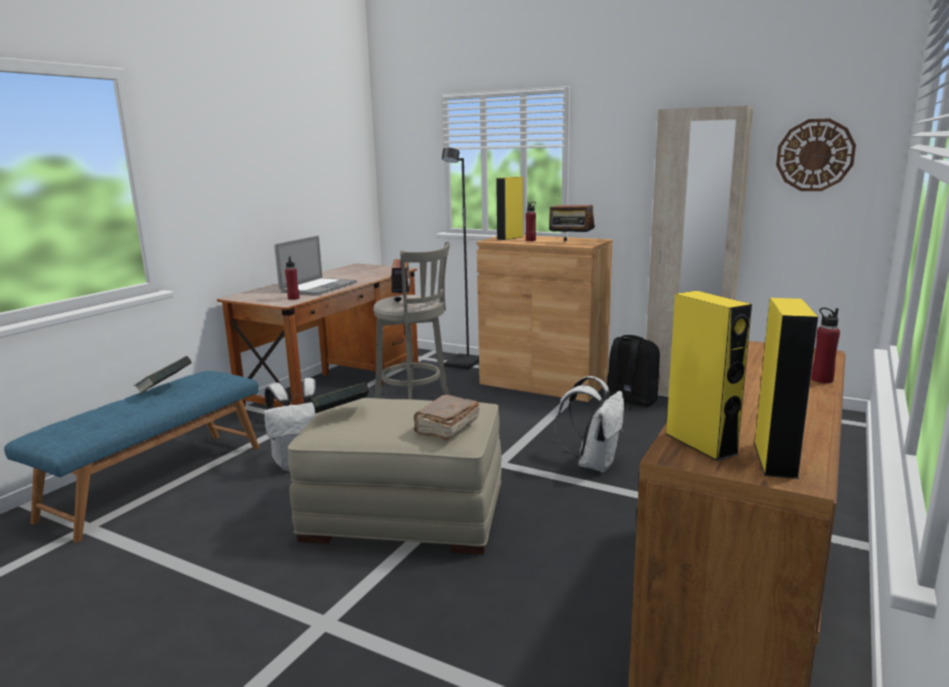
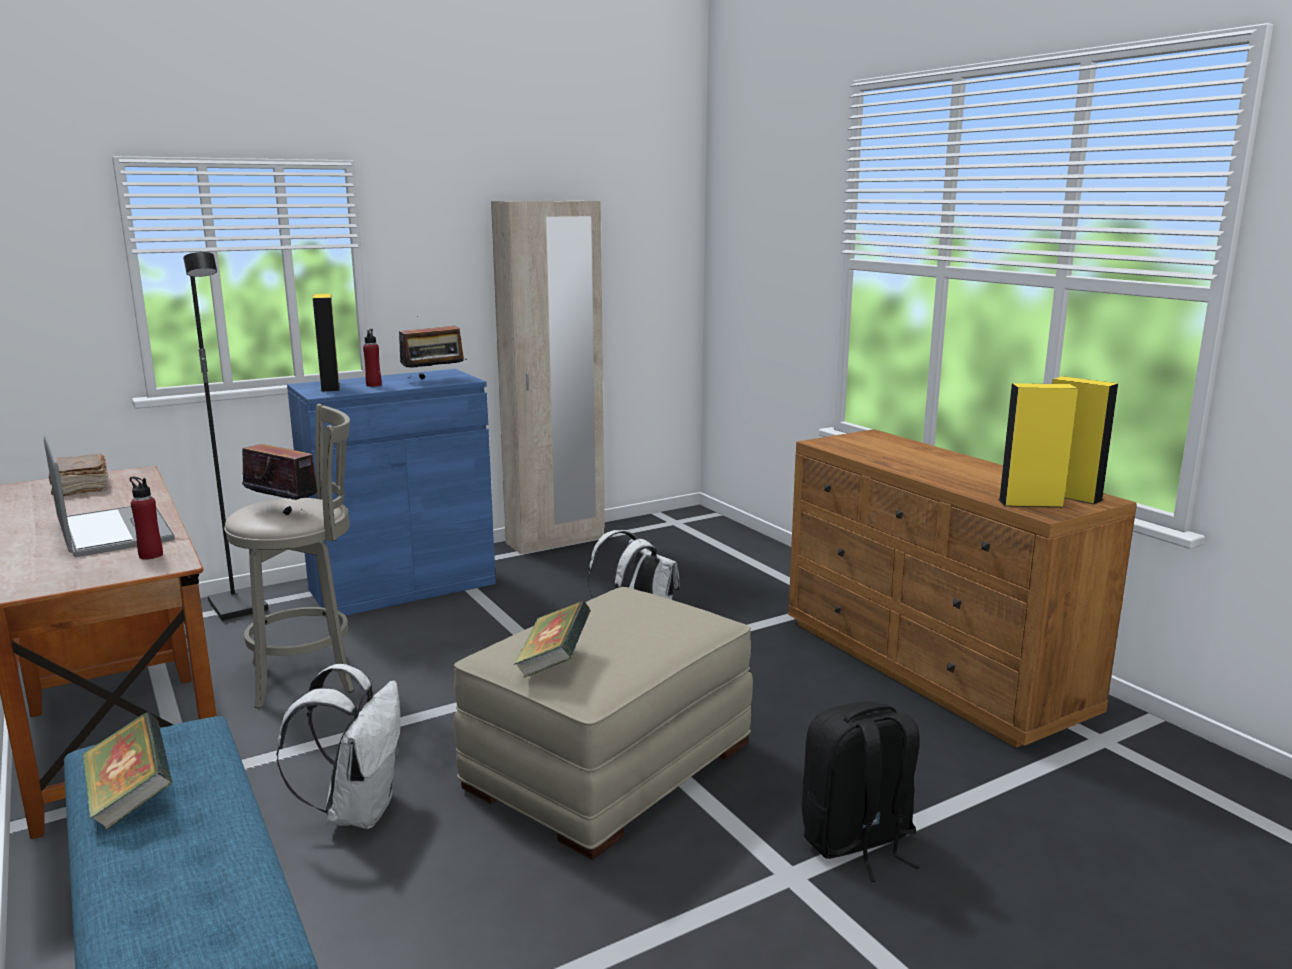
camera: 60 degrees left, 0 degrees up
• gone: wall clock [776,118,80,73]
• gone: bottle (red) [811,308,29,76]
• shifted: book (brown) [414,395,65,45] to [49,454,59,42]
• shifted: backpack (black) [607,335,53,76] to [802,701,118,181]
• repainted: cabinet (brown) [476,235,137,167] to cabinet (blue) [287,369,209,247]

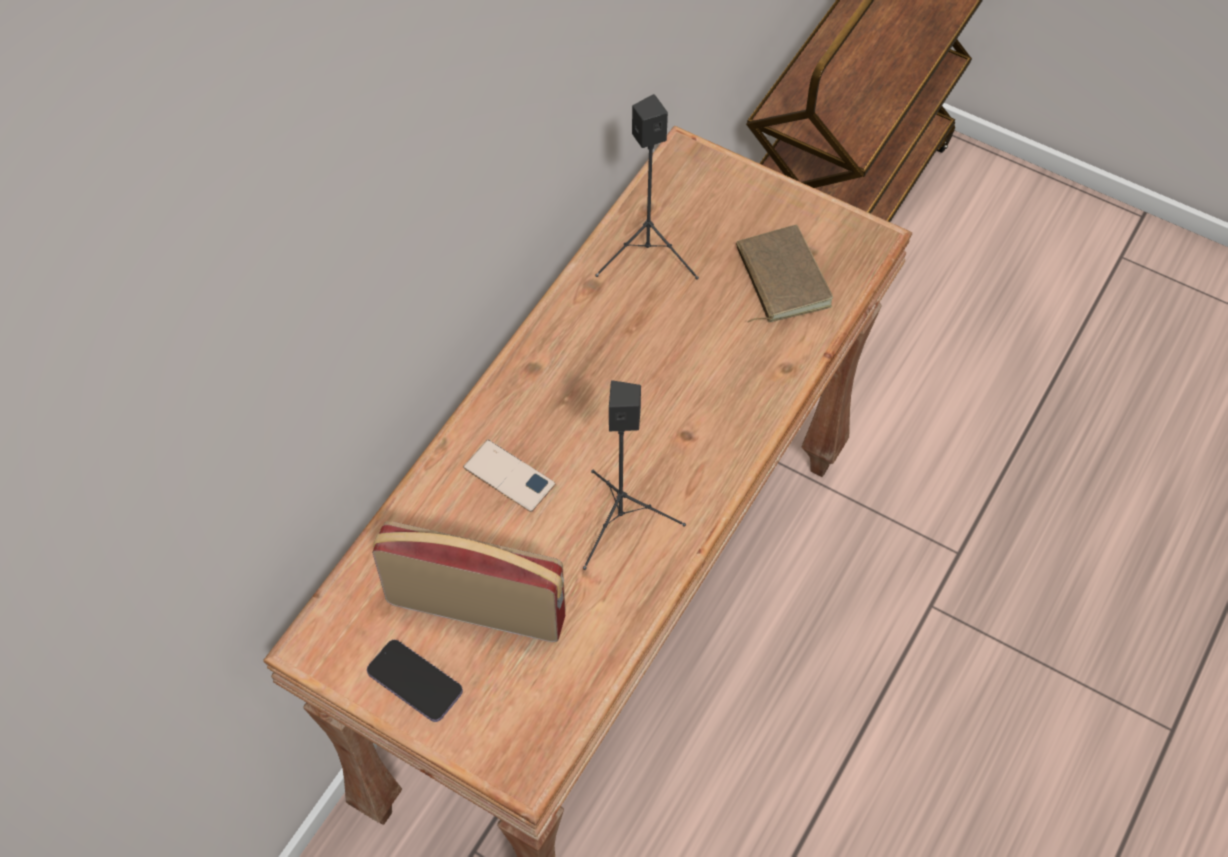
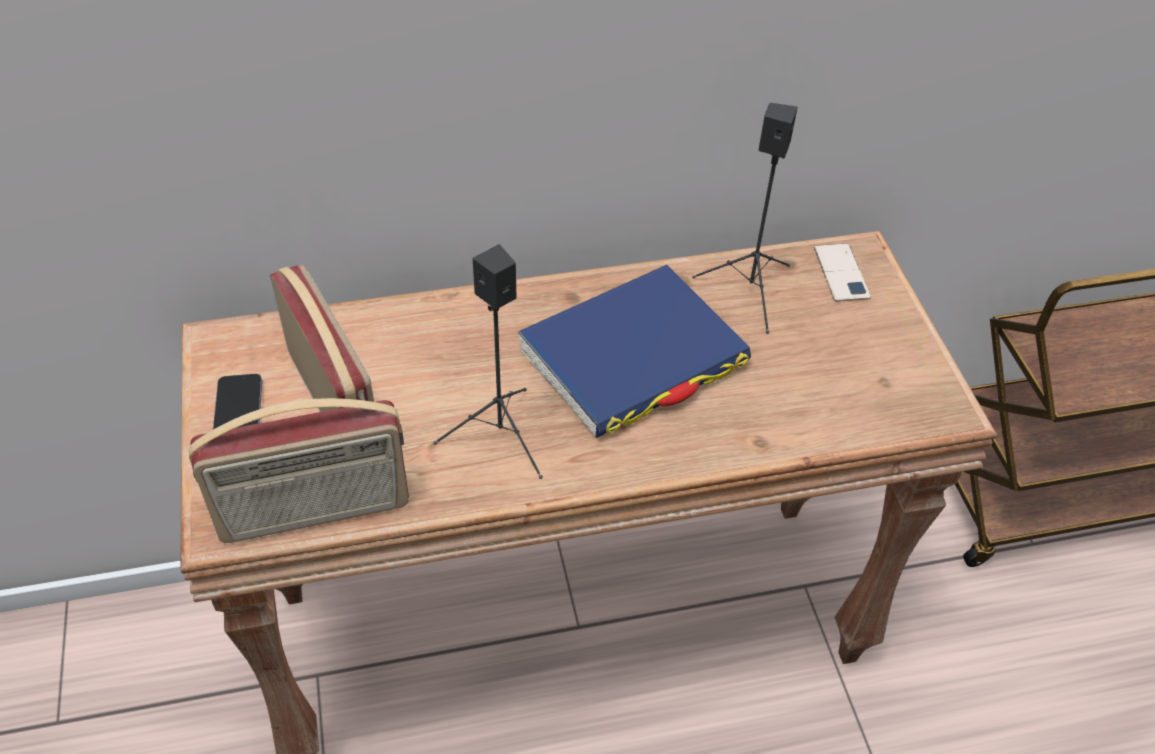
camera: 45 degrees right, 10 degrees down
• gone: book (brown) [736,225,97,98]
• new: radio [189,398,220,145]
• new: book (blue) [518,265,233,173]
• shifted: phone [463,440,93,72] to [814,243,57,59]

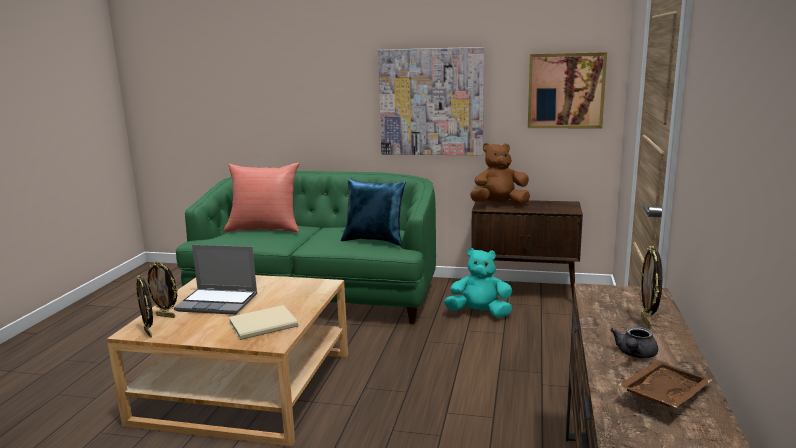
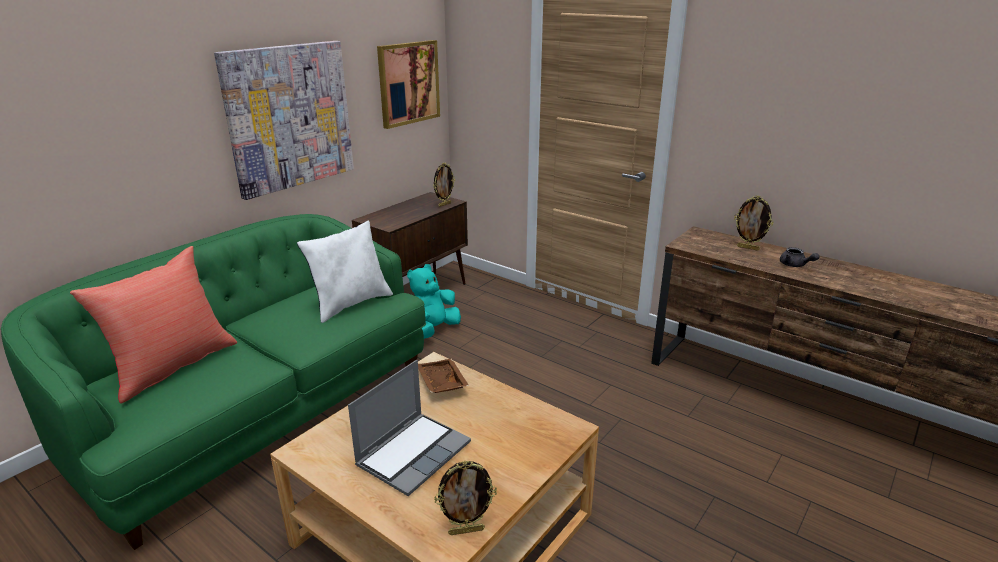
camera: 65 degrees left, 10 degrees up
• gone: book (beige) [229,305,69,35]
• gone: plush toy (brown) [470,143,60,61]
• shifted: picture frame [146,261,32,57] to [433,163,22,44]
• shifted: tray (brown) [618,360,94,48] to [418,359,51,34]
• repainted: pillow (blue) [341,179,65,67] to pillow (white) [297,221,96,102]

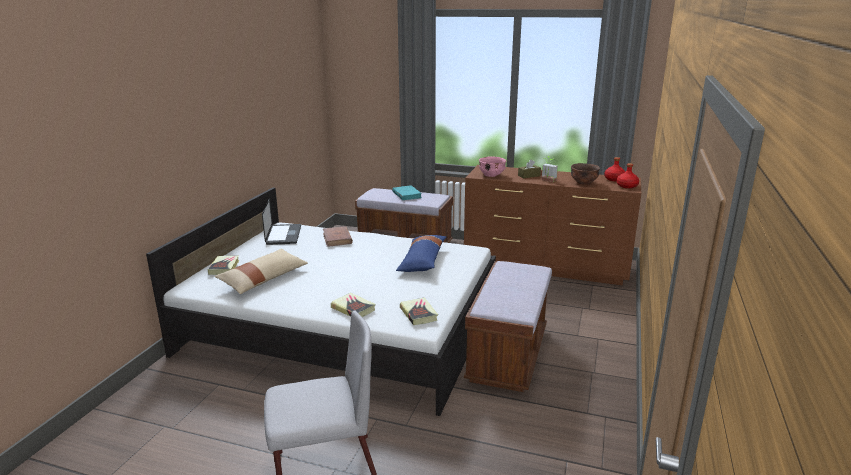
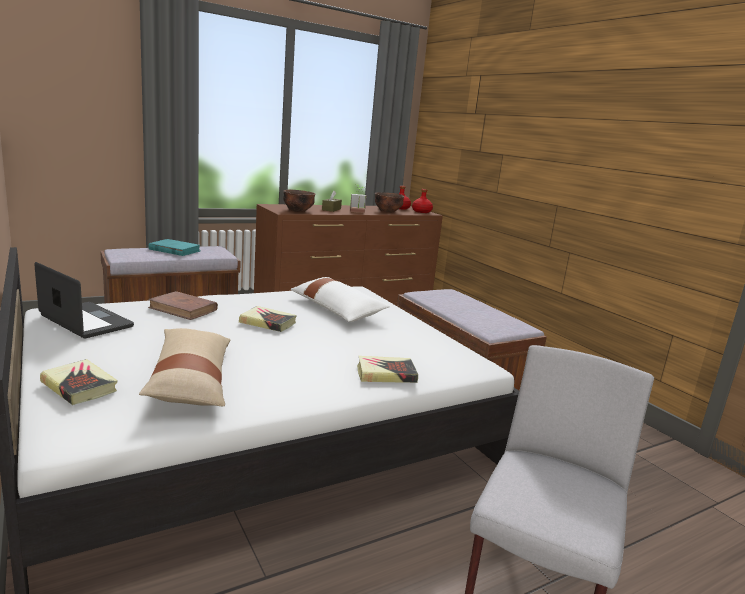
camera: 50 degrees left, 5 degrees down
• shifted: book [400,297,38,28] to [239,306,58,26]
• repainted: pillow (blue) [396,235,50,37] to pillow (white) [291,277,99,45]
• repainted: bowl (pink) [479,156,27,21] to bowl (brown) [283,190,32,22]

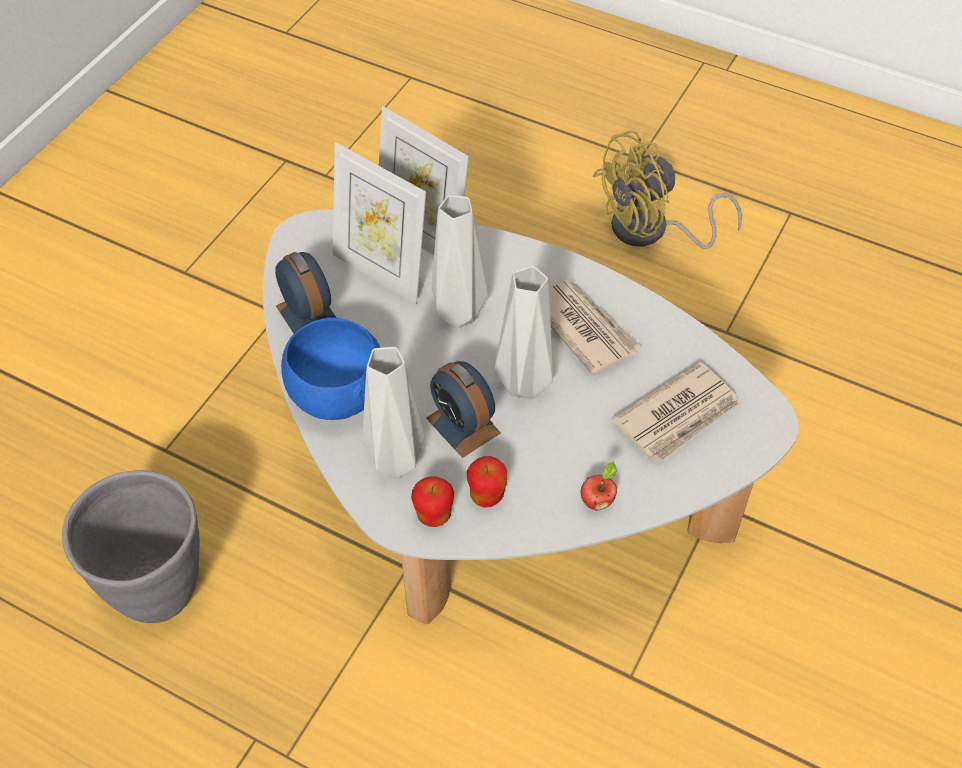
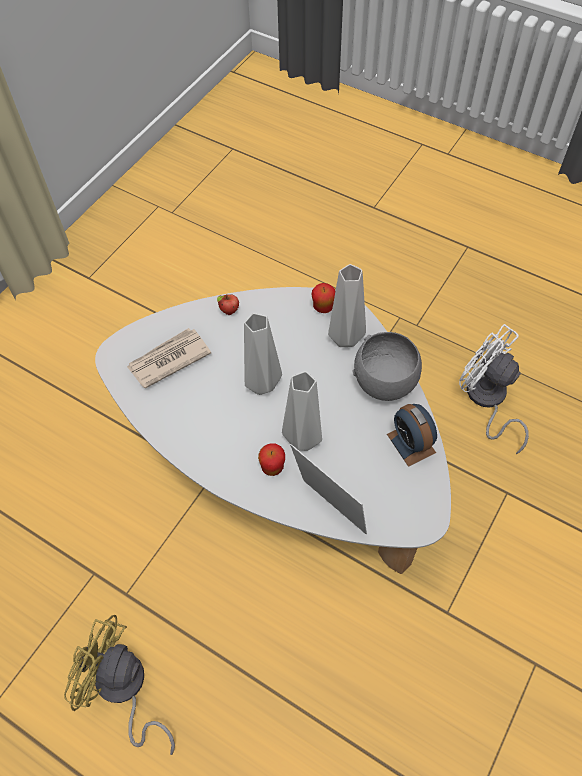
camera: 175 degrees left, 5 degrees up
• gone: picture frame [333,142,93,162]
• gone: alarm clock [426,361,75,97]
• gone: newspaper [549,280,93,96]
• shifted: apple [467,456,40,52] to [258,443,27,33]
• swapped: planter (grey) [62,470,138,153] to fan (white) [459,324,70,130]
• repainted: bowl (blue) [281,318,99,102] to bowl (grey) [353,332,69,69]
• rotated: fan (yellow) [593,130,149,119] = [64,615,111,140] 135 degrees counterclockwise

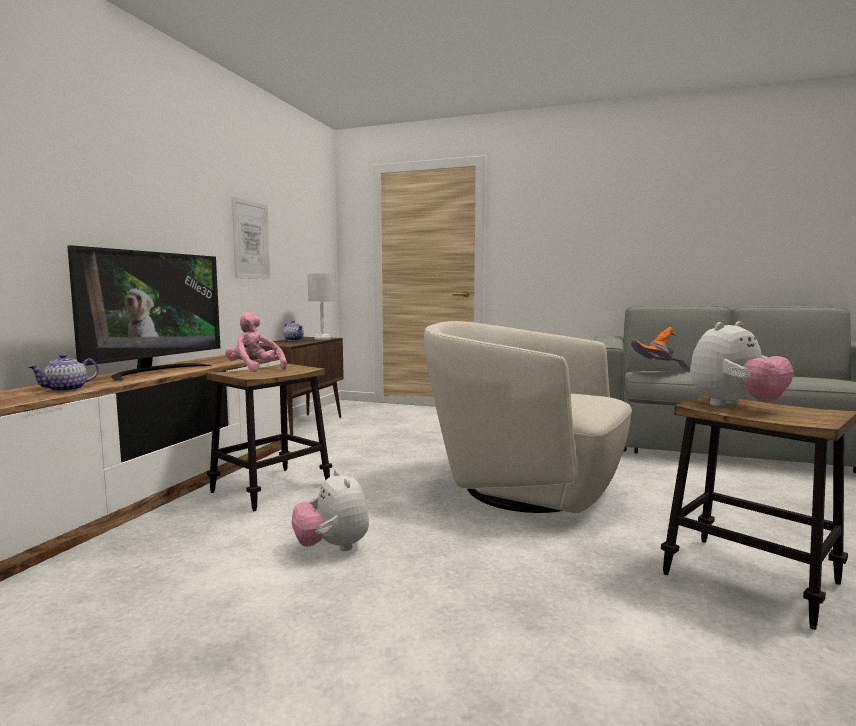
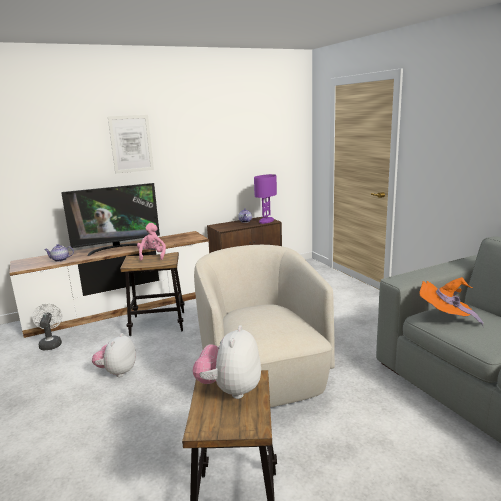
camera: 45 degrees right, 10 degrees up
• new: fan (white) [32,303,31,47]
• shifted: picture [231,197,39,82] to [108,115,46,59]
• repainted: table lamp (white) [308,274,27,66] to table lamp (purple) [254,174,23,50]
• rotated: plush toy [690,321,104,86] = [192,325,69,74] 90 degrees clockwise

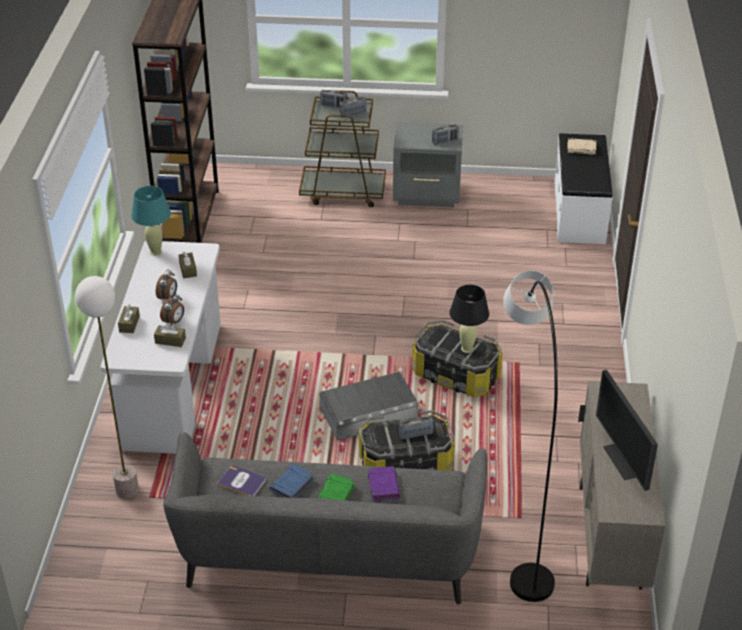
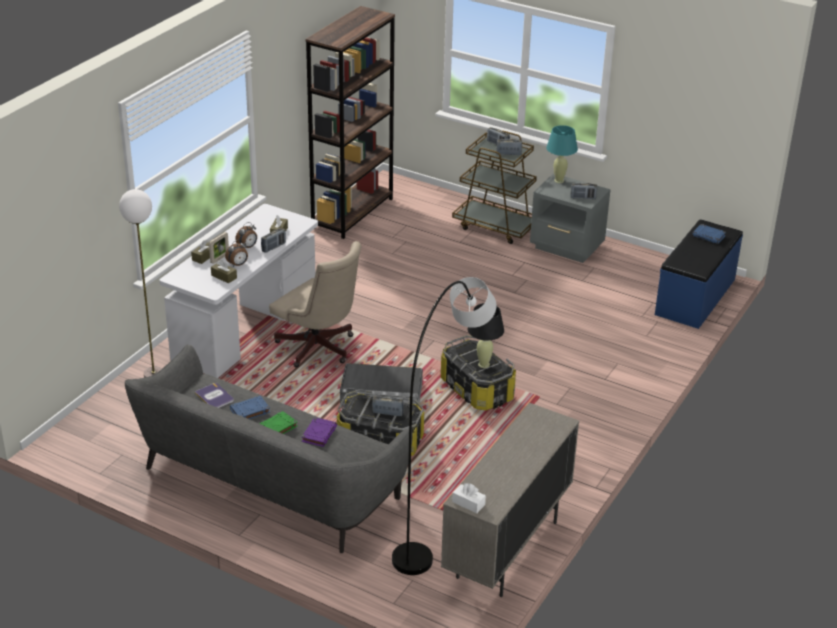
camera: 25 degrees right, 5 degrees down
• gone: monitor [596,370,62,121]
• new: picture frame [209,232,20,32]
• new: radio [261,228,25,25]
• new: office chair (beige) [269,241,93,126]
• new: tissue box (white) [452,483,34,30]
• shifted: table lamp (turquoise) [131,186,40,70] to [546,125,32,58]
• repainted: bench (white) [554,133,59,111] to bench (blue) [655,219,88,110]
• repainted: book (beige) [567,138,29,17] to book (blue) [692,224,34,20]

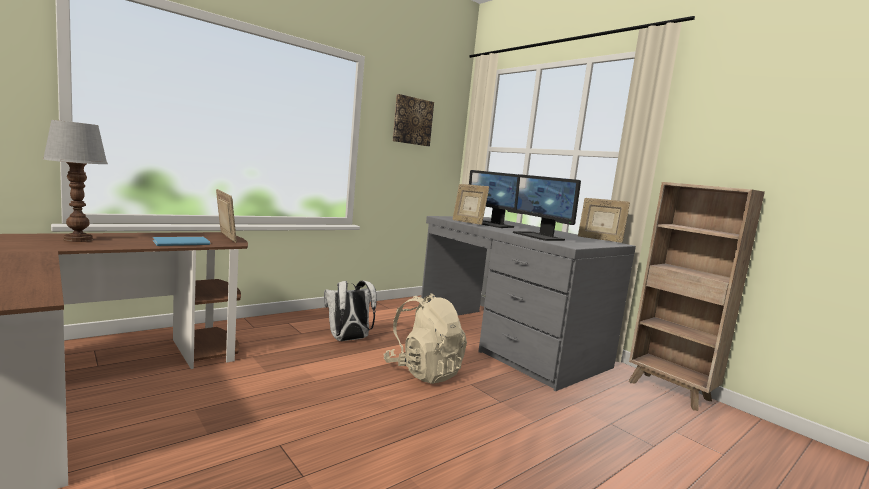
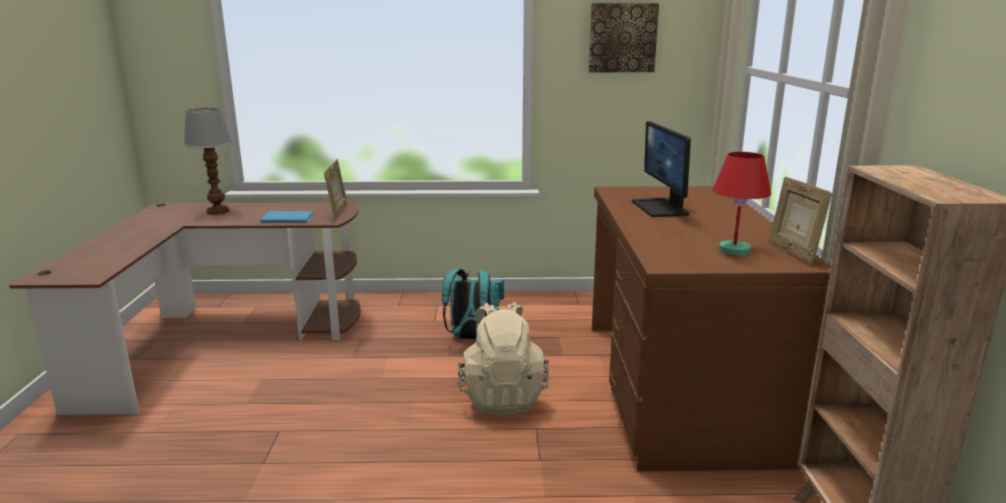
camera: 40 degrees right, 10 degrees up
• gone: picture frame [453,184,36,41]
• gone: monitor [513,174,68,67]
• new: table lamp (red) [712,152,59,103]
• repainted: backpack (white) [324,280,53,61] to backpack (turquoise) [442,269,62,71]
• repainted: desk (grey) [421,216,215,176] to desk (brown) [592,186,239,285]

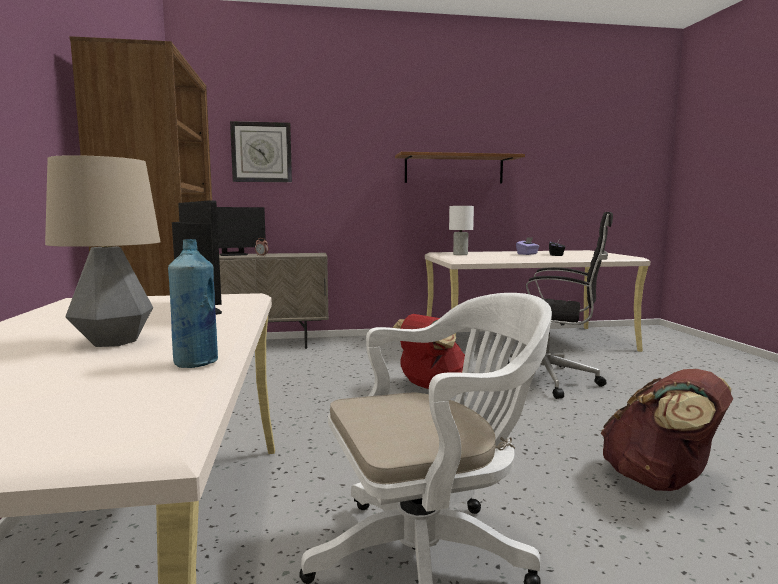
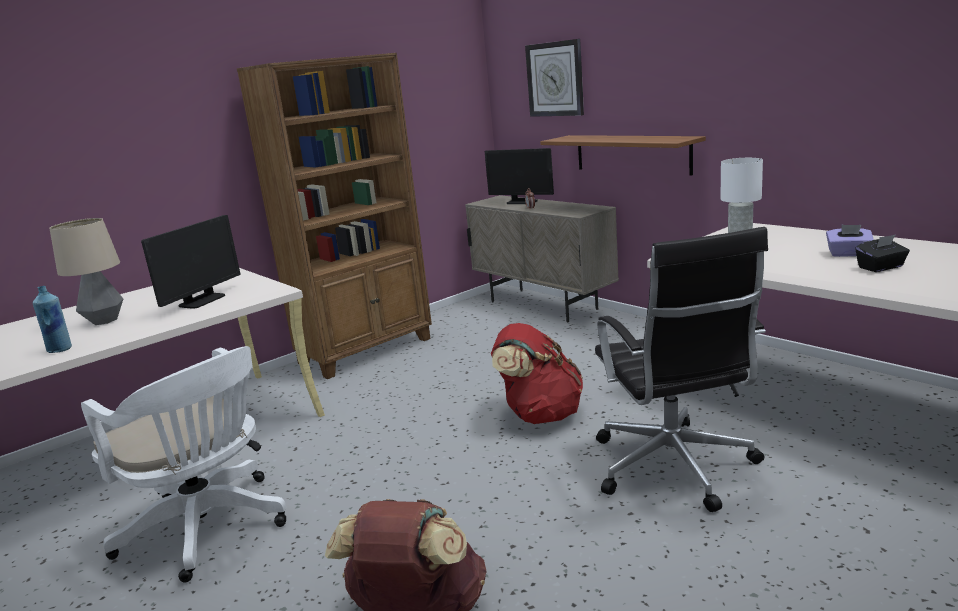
camera: 60 degrees right, 10 degrees up
• shifted: shelf [395,152,130,32] to [540,135,166,41]

